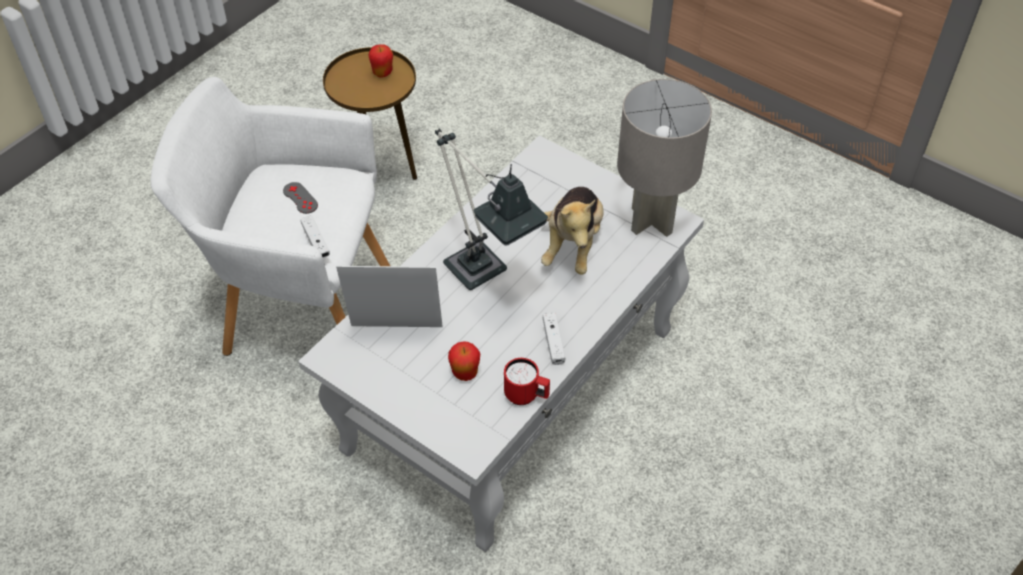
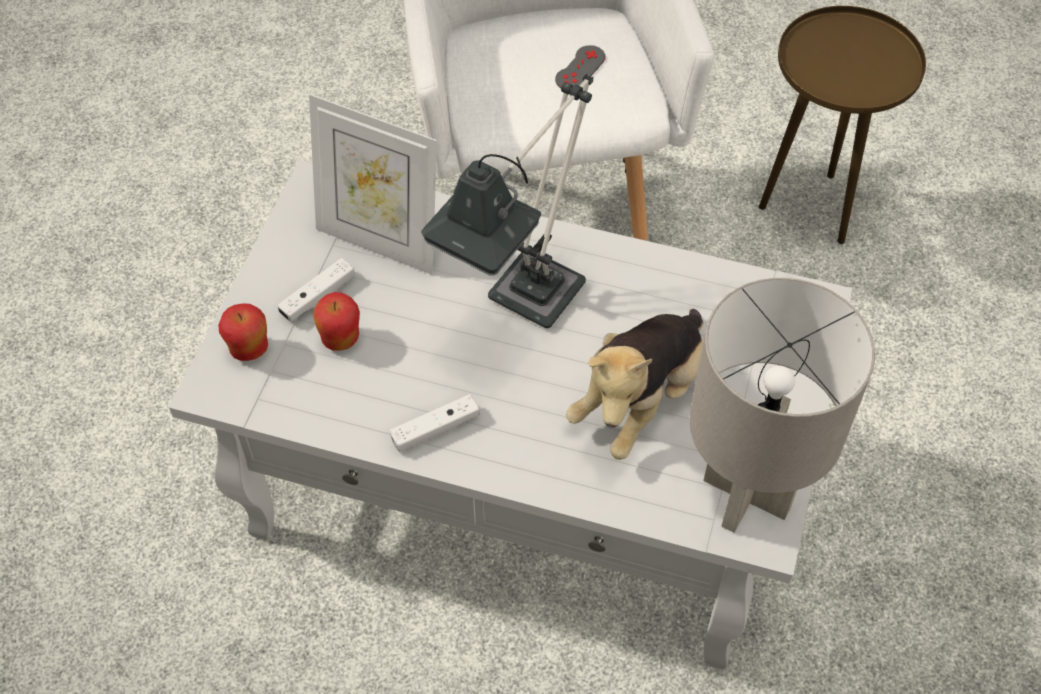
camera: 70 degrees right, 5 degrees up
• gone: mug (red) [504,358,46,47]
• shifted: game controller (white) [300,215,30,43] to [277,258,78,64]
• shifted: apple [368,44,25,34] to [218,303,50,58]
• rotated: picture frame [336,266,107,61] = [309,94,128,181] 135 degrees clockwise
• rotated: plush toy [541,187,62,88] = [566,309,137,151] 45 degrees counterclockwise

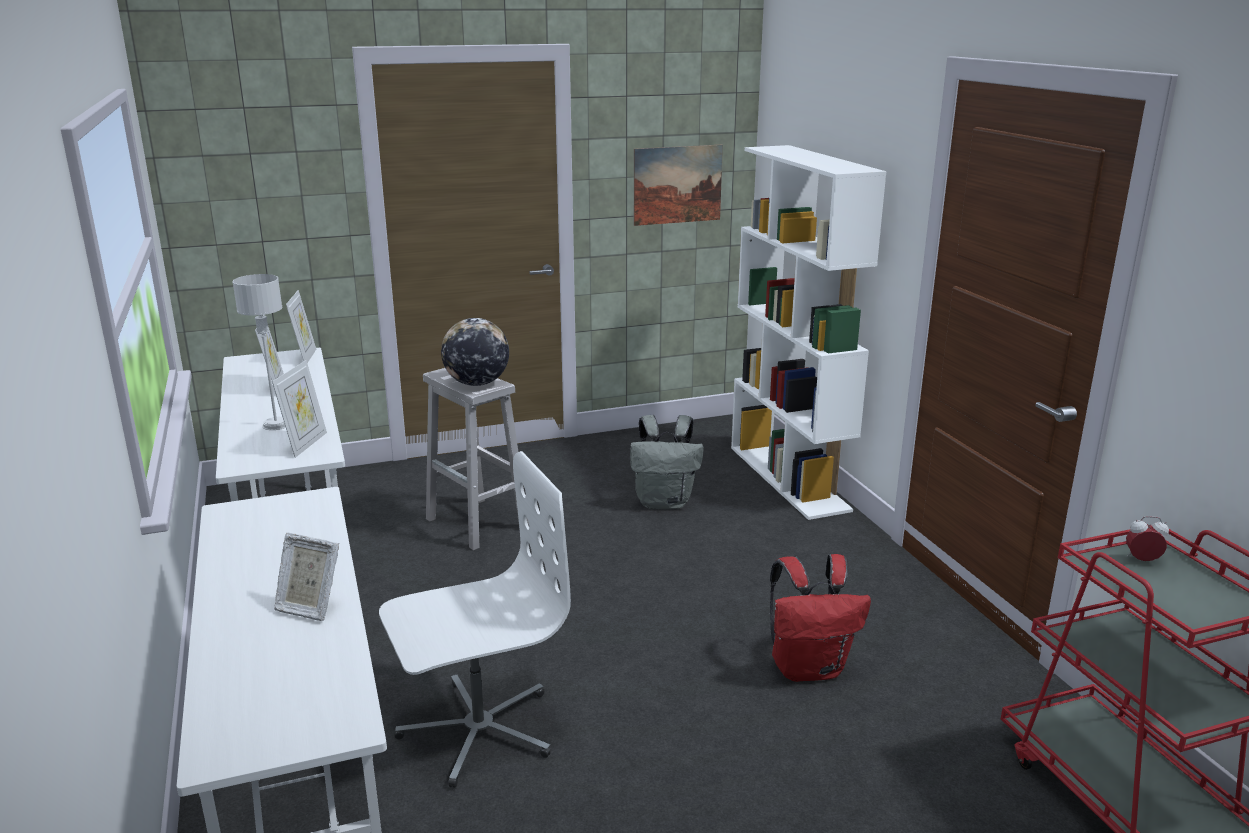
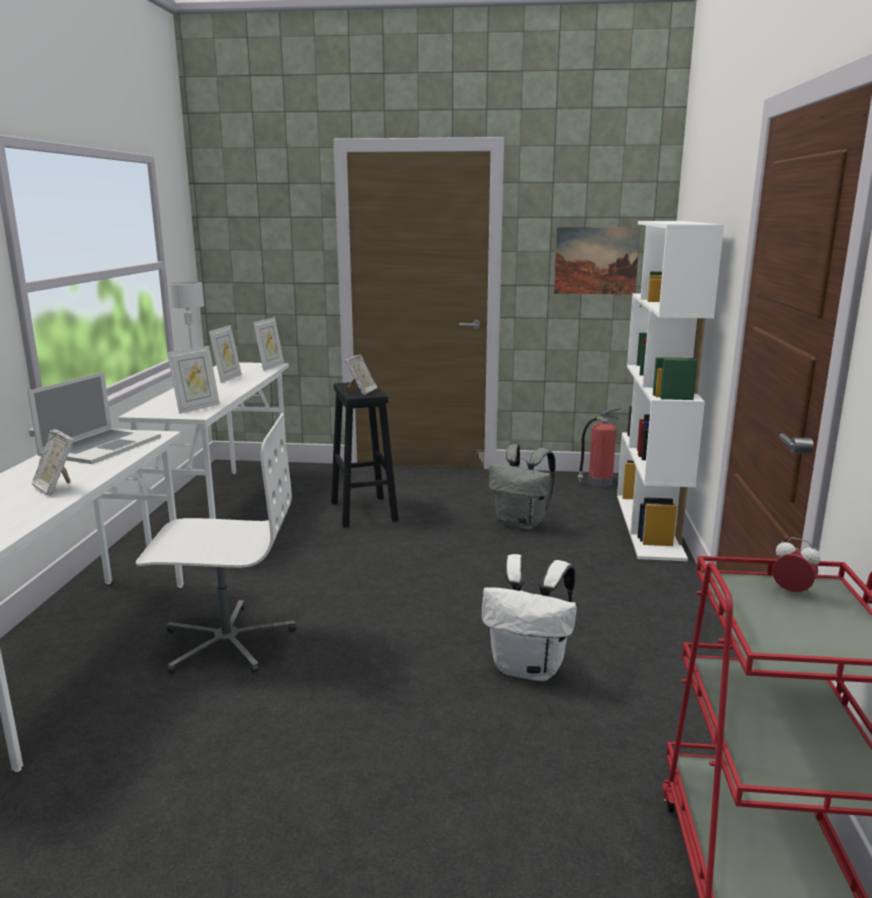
camera: 25 degrees right, 5 degrees down
• new: laptop [27,372,134,92]
• new: fire extinguisher [578,407,42,80]
• swapped: globe [441,318,68,68] to picture frame [345,355,33,40]
• repainted: stool (white) [423,368,106,183] to stool (black) [331,382,68,146]
• repainted: backpack (red) [770,554,101,128] to backpack (white) [482,554,95,127]

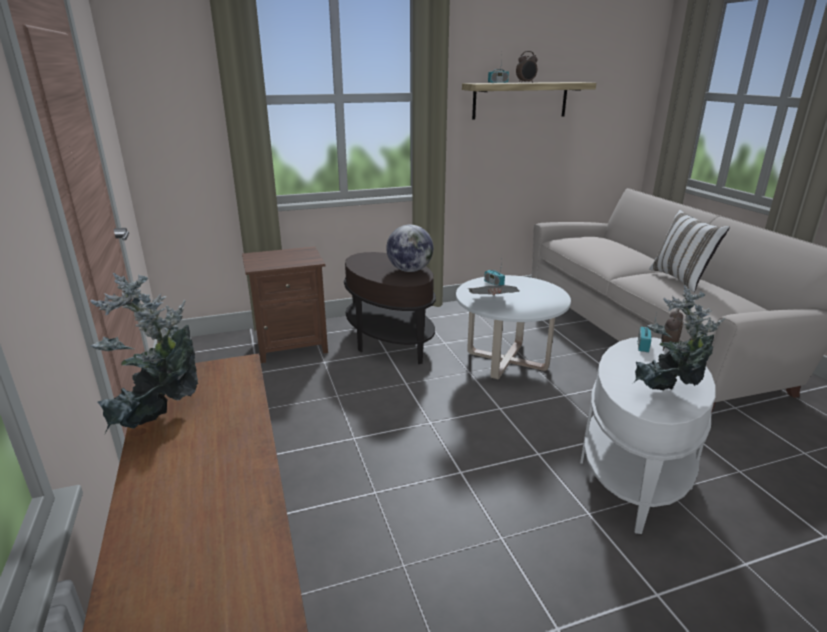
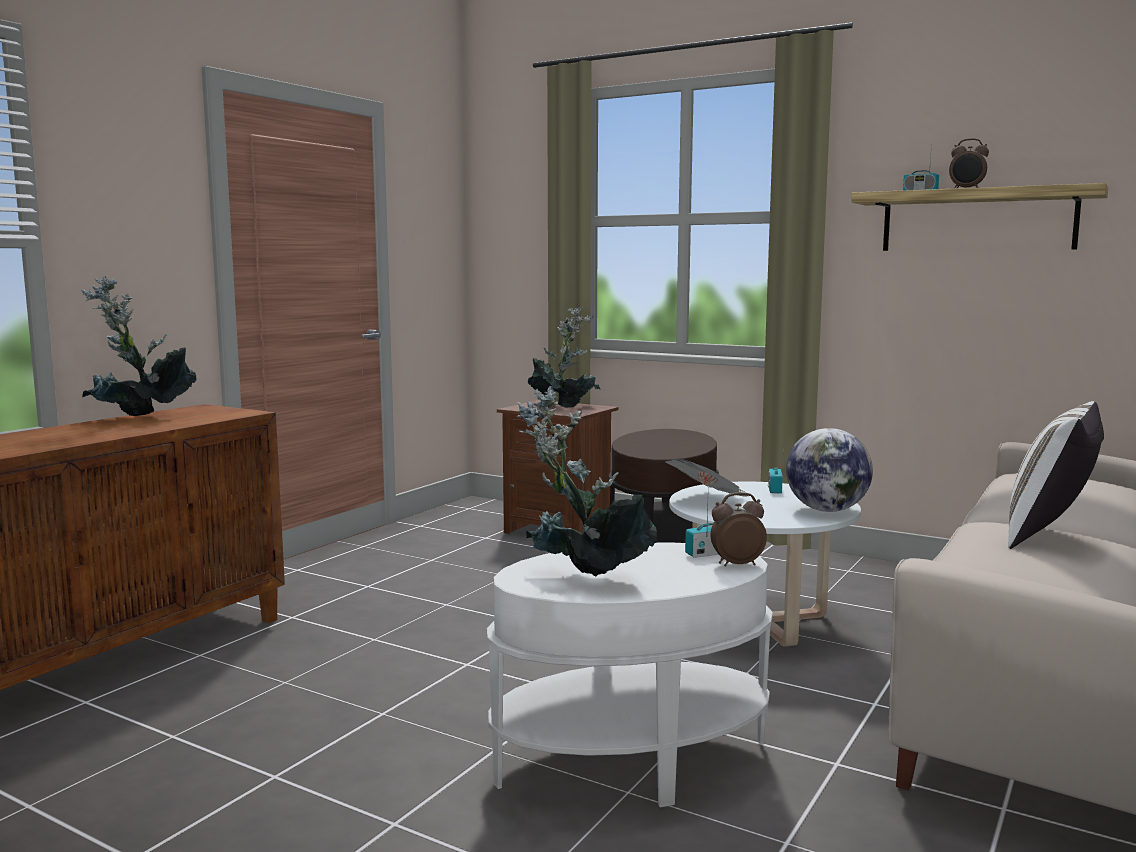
camera: 50 degrees right, 15 degrees down
• new: potted plant [528,306,72,102]
• shifted: globe [386,225,48,47] to [786,428,87,84]

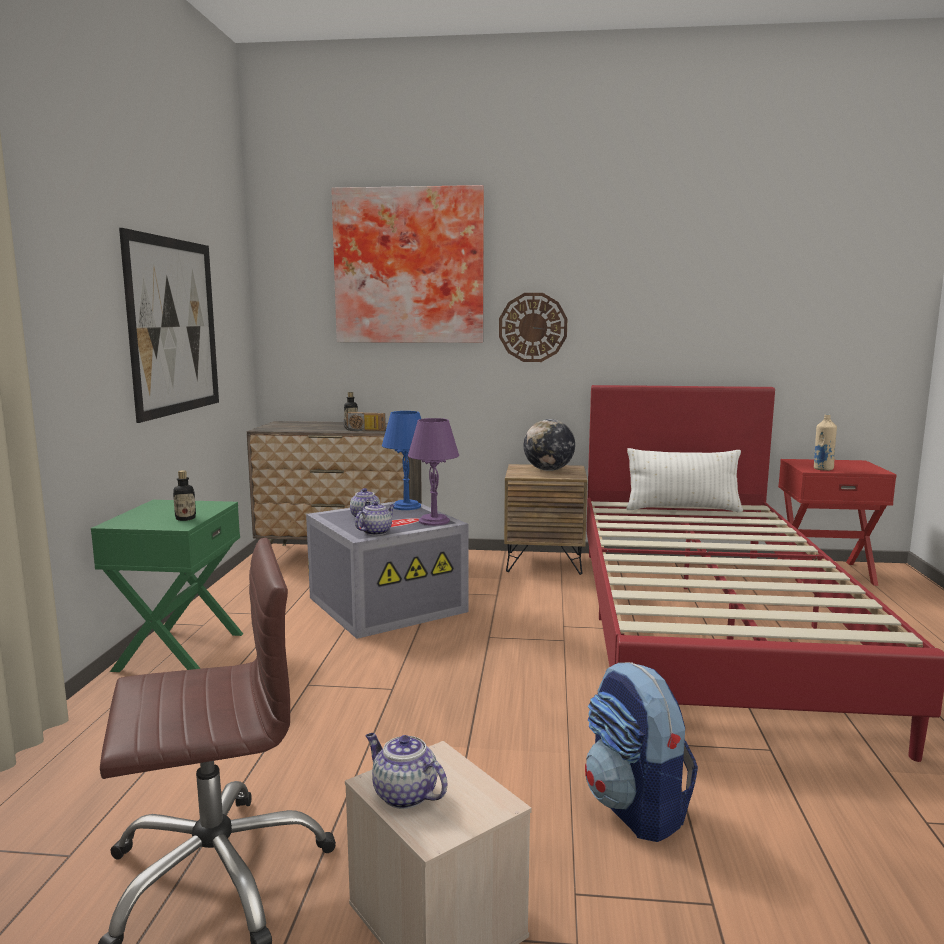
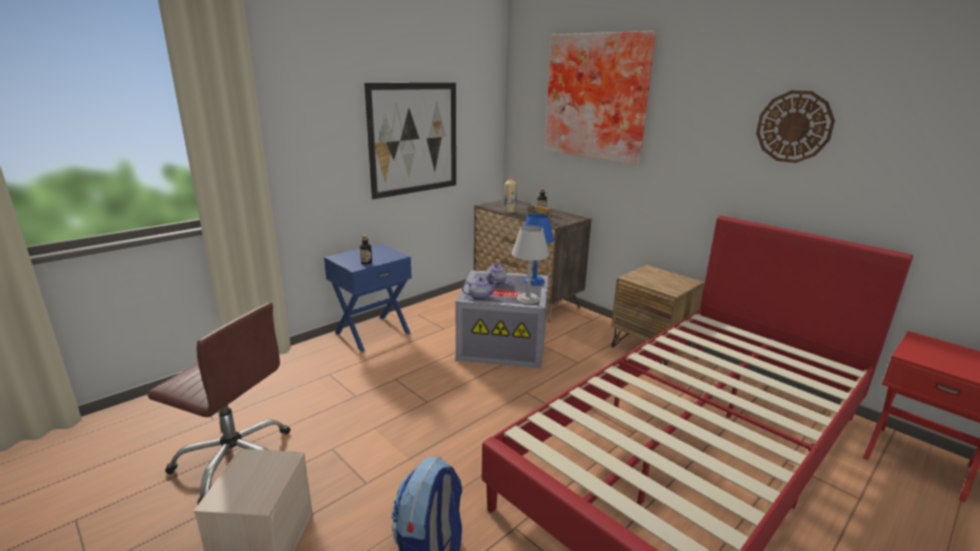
camera: 40 degrees right, 10 degrees up
• gone: teapot [366,733,81,76]
• gone: globe [524,419,51,52]
• gone: pillow (white) [626,448,117,64]
• shifted: wall clock [499,293,68,69] to [756,90,79,73]
• shifted: bottle (beige) [814,414,23,57] to [504,175,13,38]
• repainted: nightstand (green) [91,500,152,172] to nightstand (blue) [324,244,88,108]
• repainted: table lamp (purple) [408,418,51,108] to table lamp (grey) [512,226,37,78]

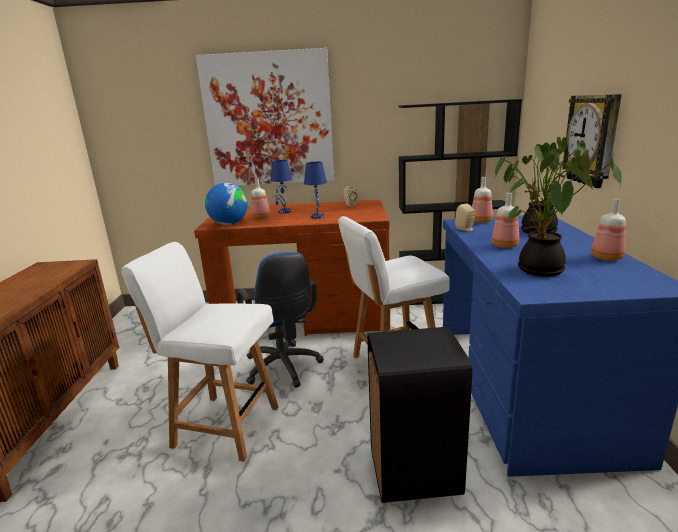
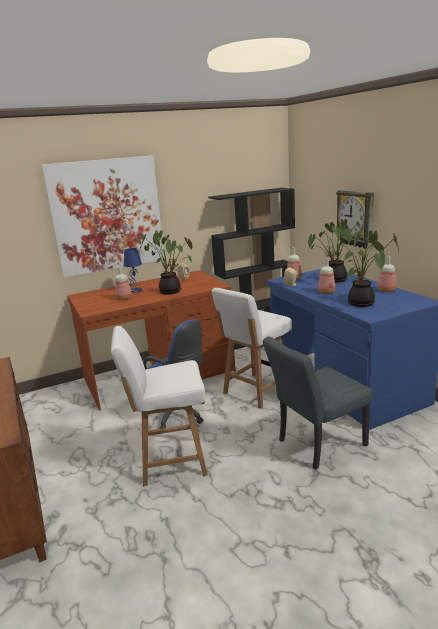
camera: 25 degrees left, 0 degrees up
• gone: globe [205,183,43,42]
• swapped: table lamp (blue) [304,162,23,57] to potted plant [140,230,53,65]
• swapped: trash can (black) [367,327,105,176] to chair (grey) [263,336,110,134]

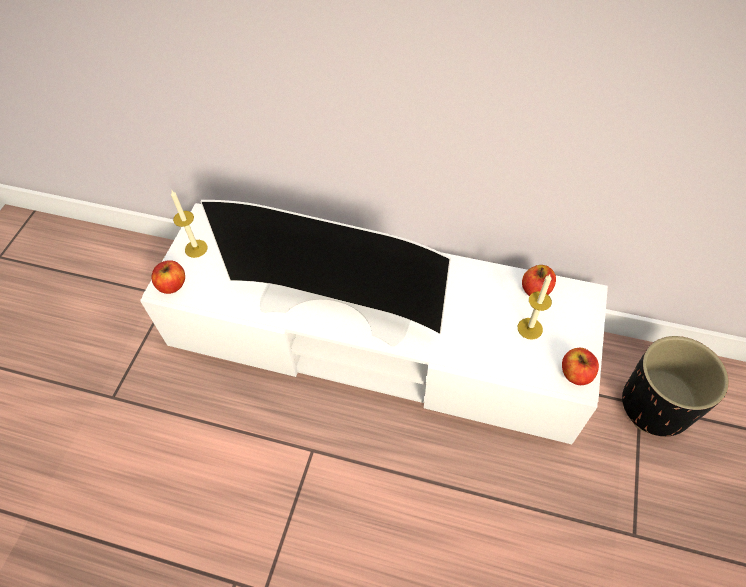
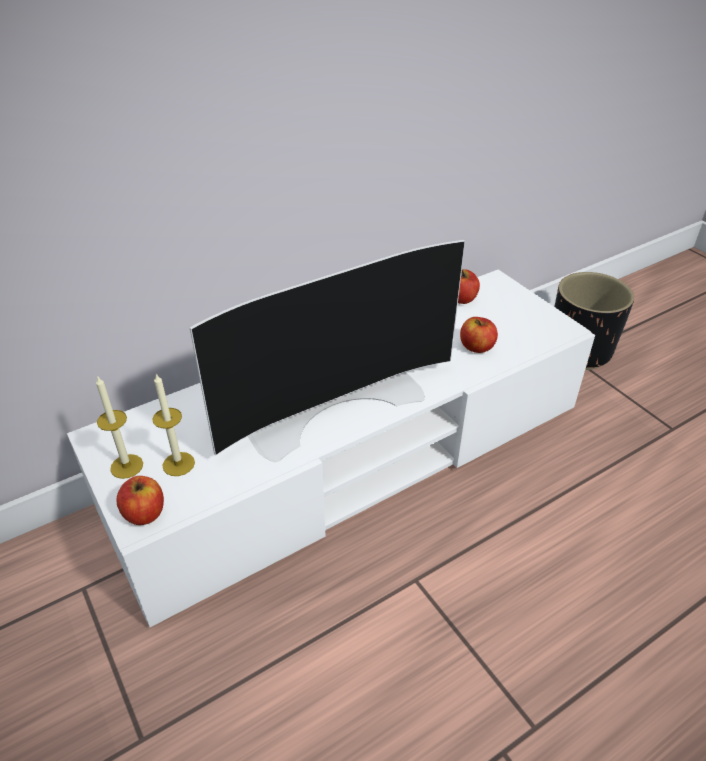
camera: 50 degrees left, 15 degrees down
• shifted: candle [518,274,34,66] to [153,374,42,102]
• shifted: apple [562,348,37,37] to [460,317,38,36]

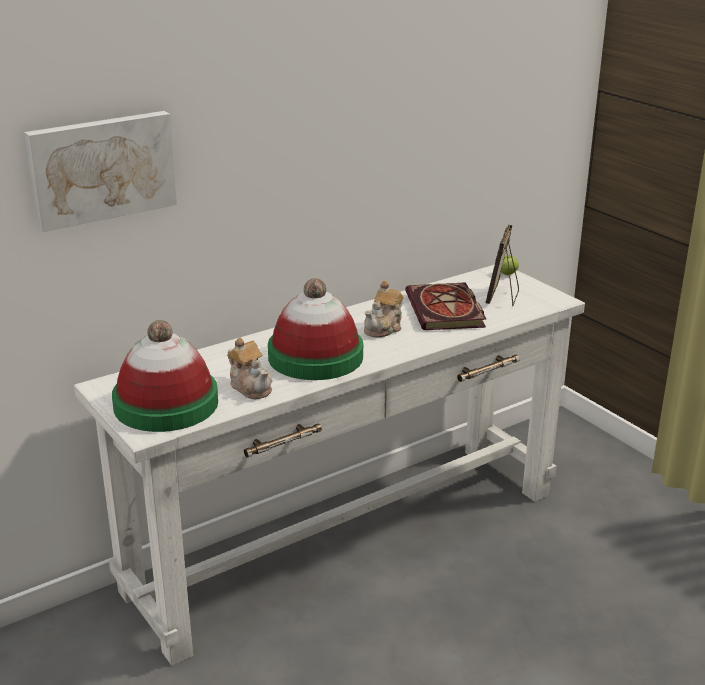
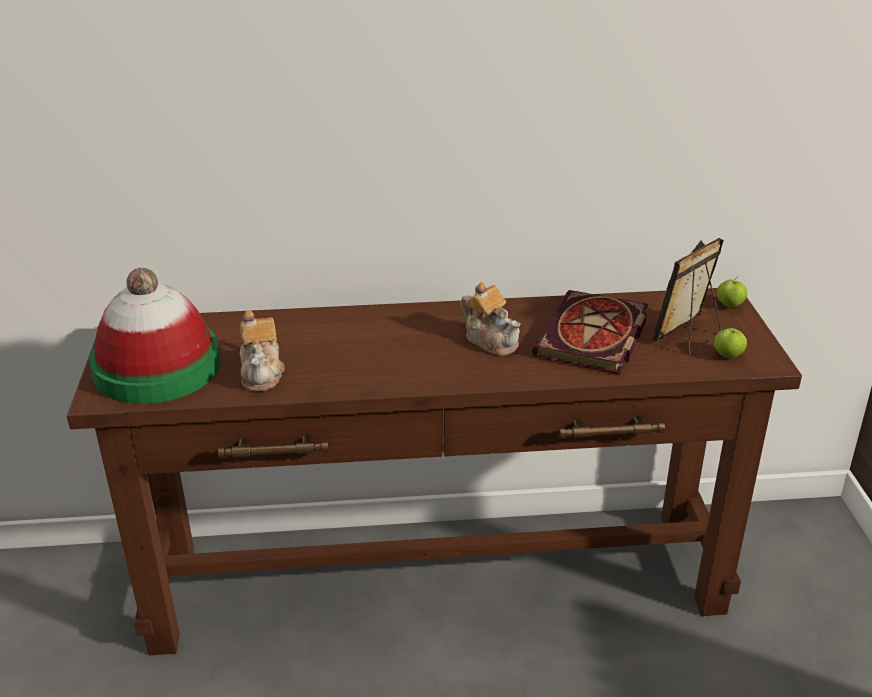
camera: 30 degrees right, 5 degrees up
• gone: picture [24,111,153,121]
• gone: hat [268,278,95,102]
• new: apple [714,326,33,32]
• repainted: console table (white) [73,265,512,400] to console table (brown) [66,288,736,368]
• rotated: teapot [364,281,39,57] = [461,282,60,74] 105 degrees counterclockwise

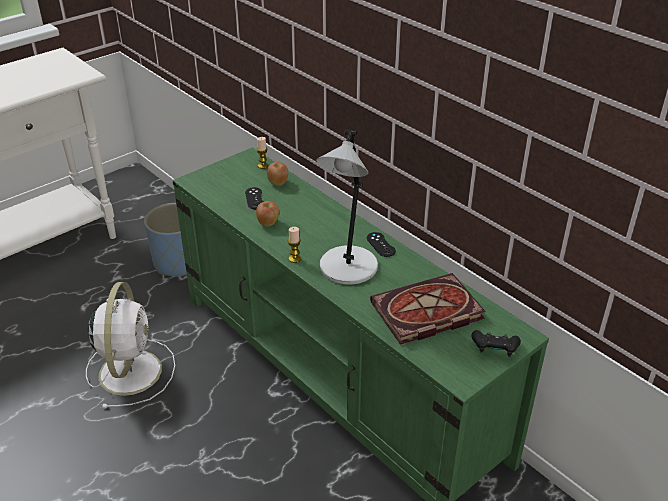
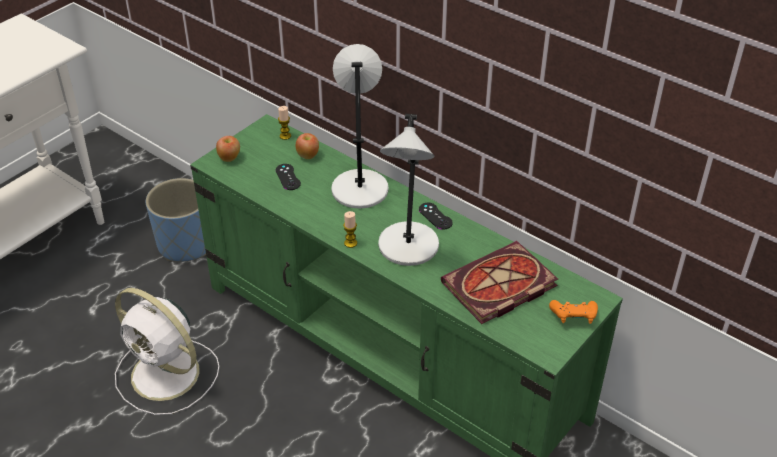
camera: 10 degrees left, 5 degrees up
• new: table lamp (grey) [331,44,58,165]
• shifted: apple [256,201,24,26] to [216,136,24,26]
• repainted: game controller (black) [472,330,49,27] to game controller (orange) [549,300,49,24]
• rotated: fan (white) [86,282,89,127] = [115,288,105,127] 135 degrees clockwise

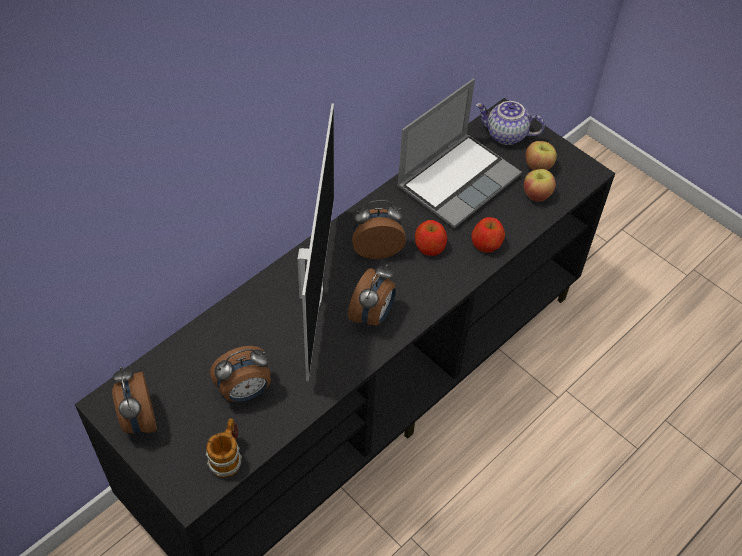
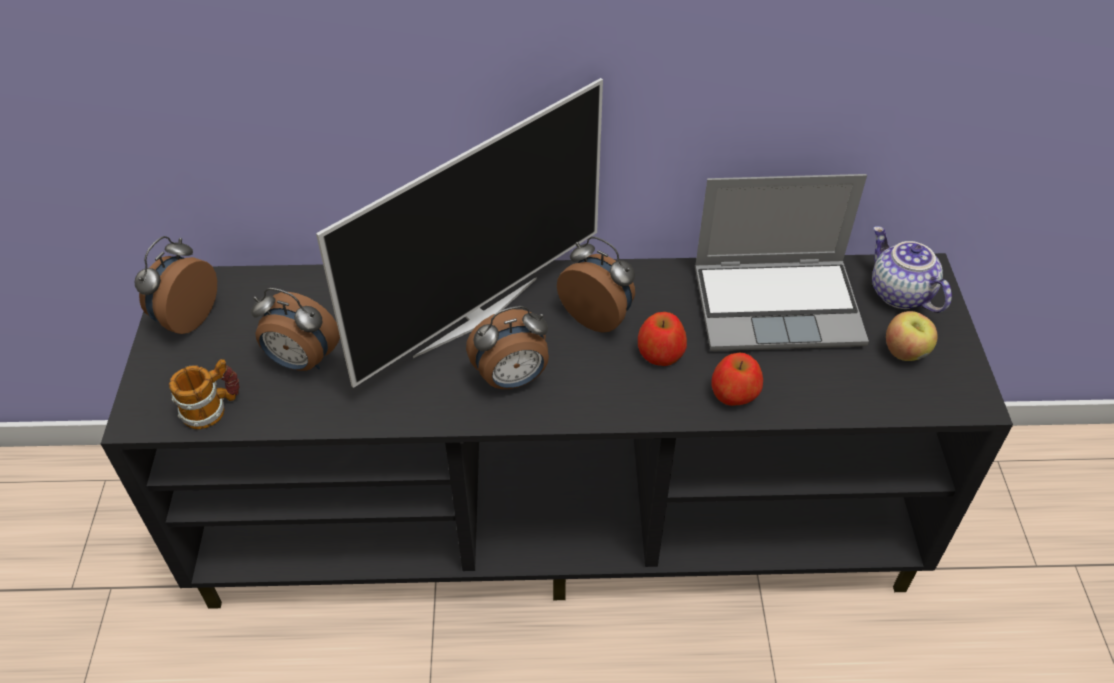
camera: 45 degrees right, 5 degrees down
• gone: apple [524,169,32,32]

